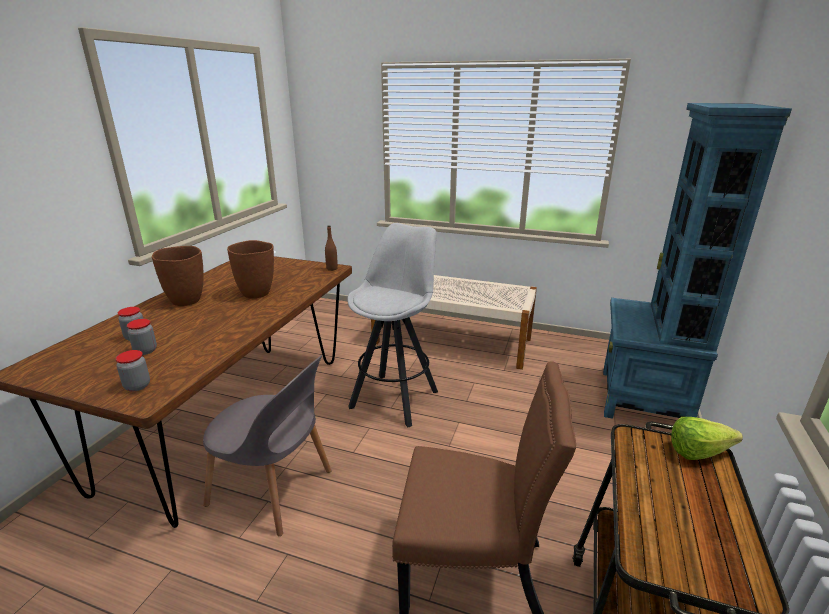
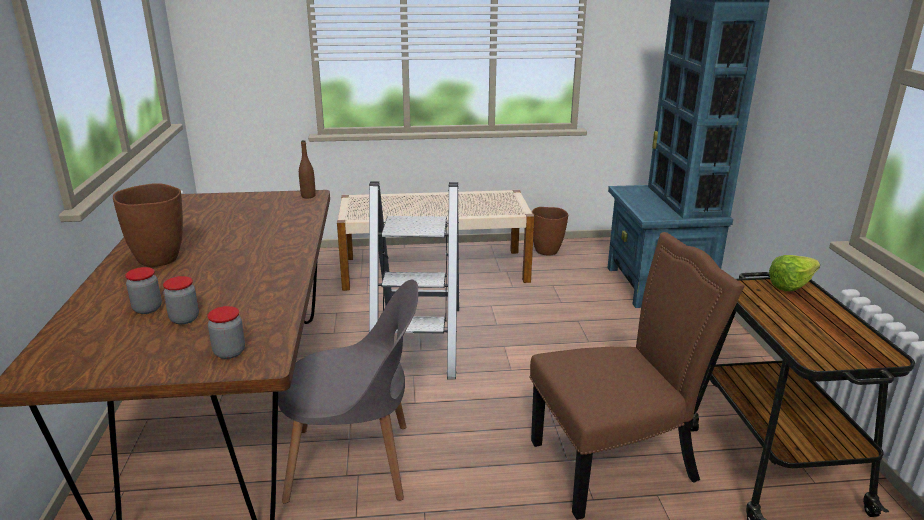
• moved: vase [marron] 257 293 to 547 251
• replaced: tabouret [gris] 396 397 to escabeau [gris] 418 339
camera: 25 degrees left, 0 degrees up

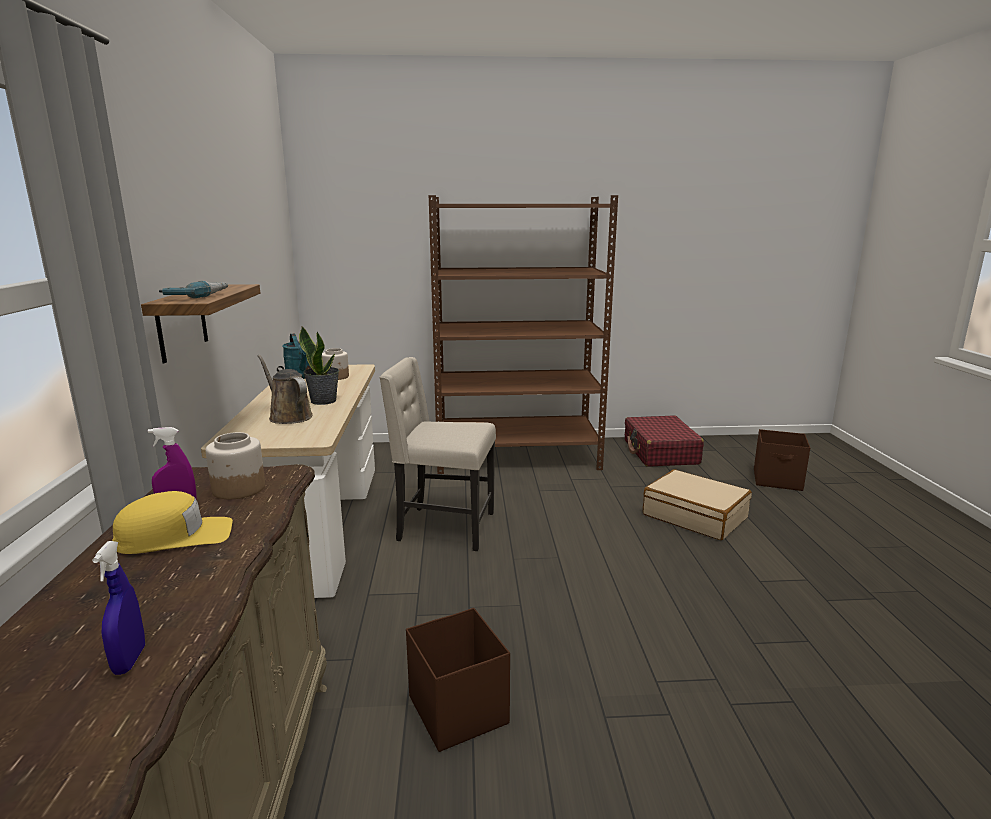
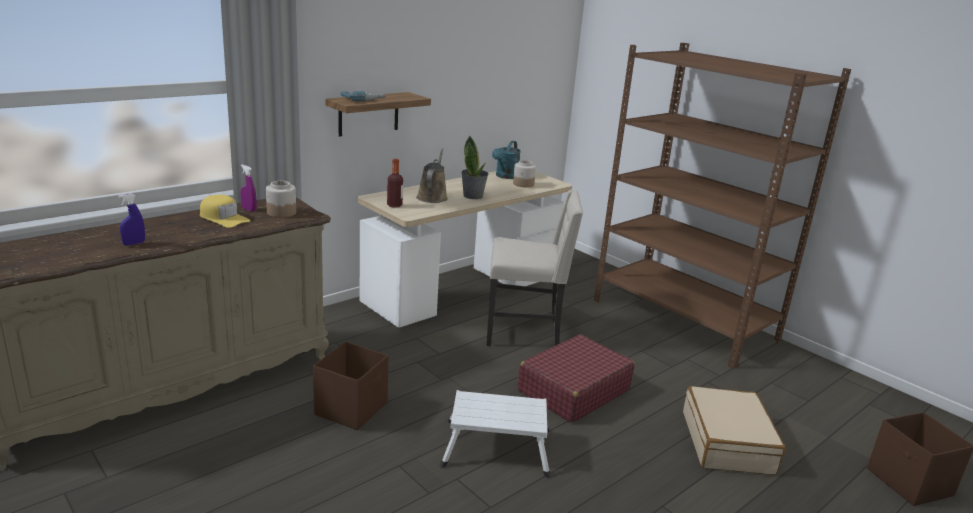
• added: bouteille 394 205
• added: escabeau [blanc] 497 448
• moved: valise [rouge] 660 452 to 573 390
• turned: chaise [beige] 444 527 = 524 332 120 degrees clockwise
camera: 50 degrees right, 5 degrees up

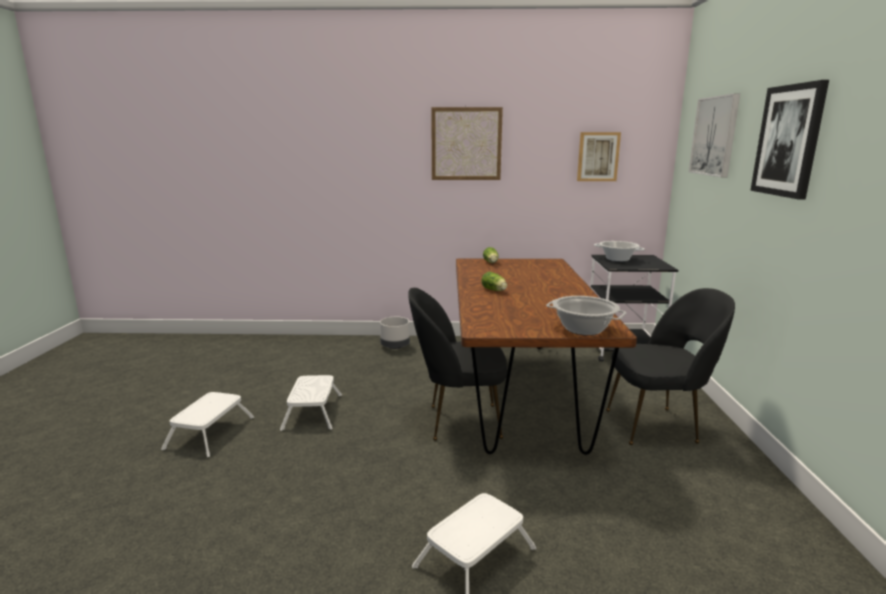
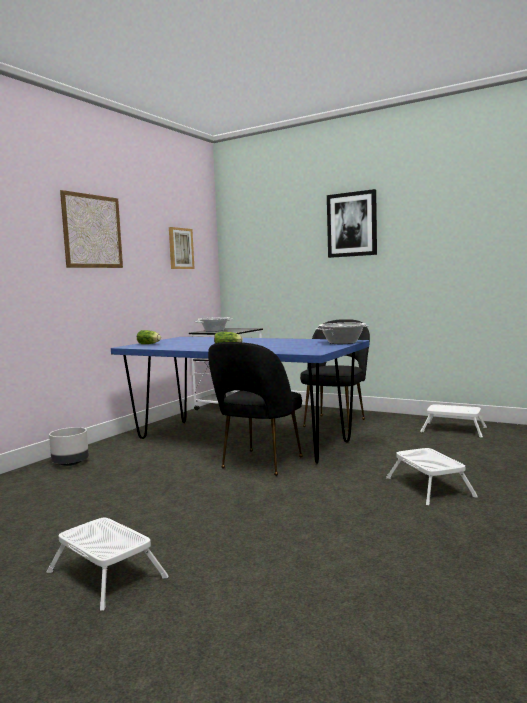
• removed: tableau 715 136
• moved: escabeau [blanc] 313 411 to 453 429
• recoloured: table à manger [marron] 521 391 to table à manger [bleu] 242 440
camera: 60 degrees left, 10 degrees down

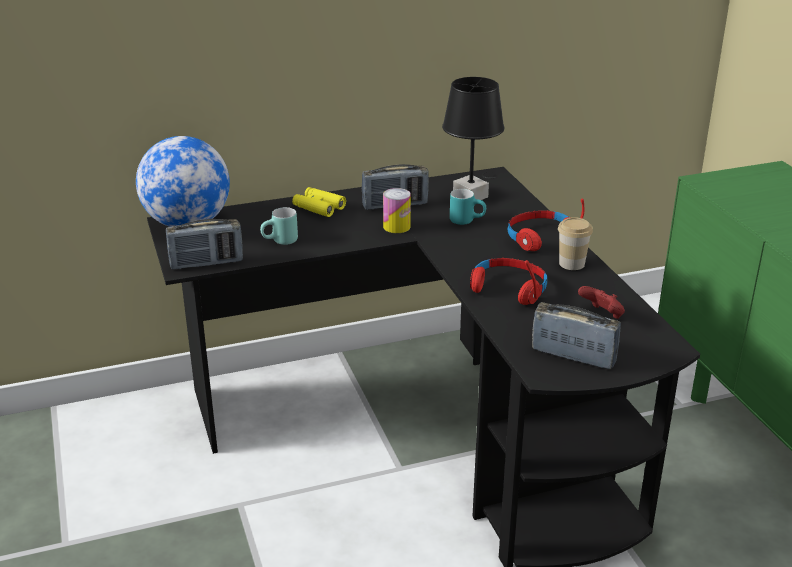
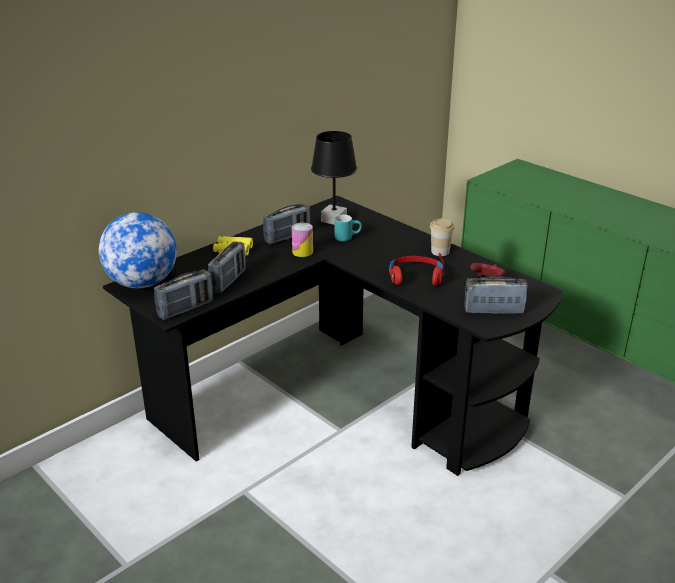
• removed: casque audio [rouge] 540 238
• replaced: mug [turquoise] 280 242 to radio 228 281
camera: 25 degrees left, 0 degrees up

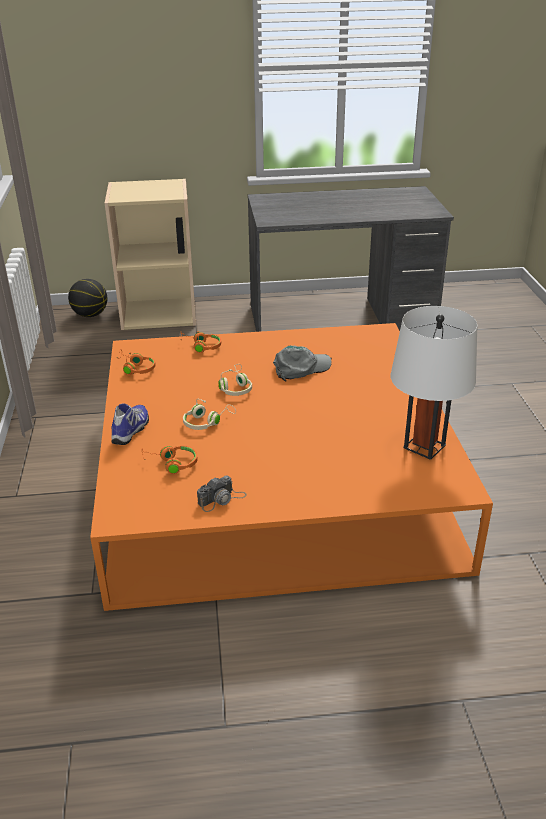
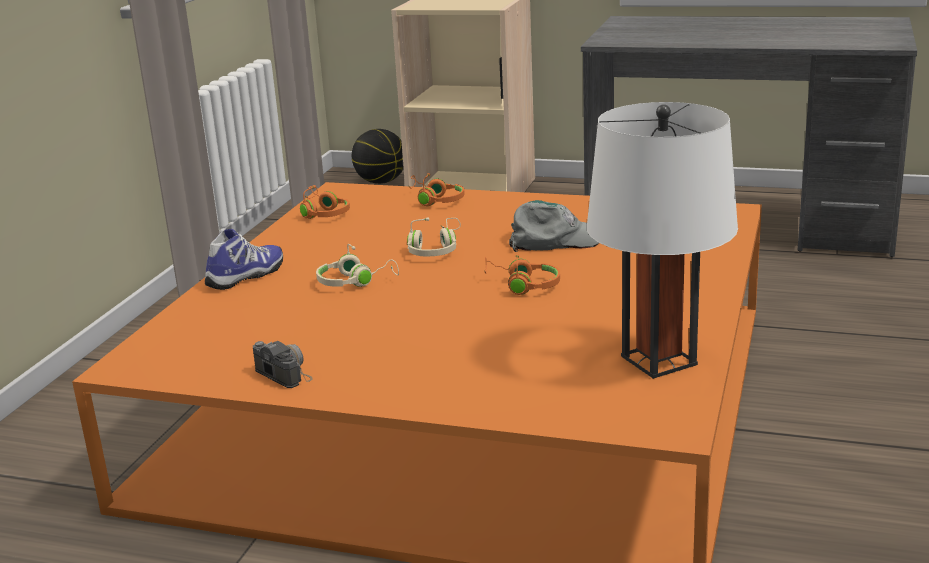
• moved: casque audio [orange] 171 464 to 522 285
• turned: appareil photo 222 499 = 282 371 120 degrees counterclockwise
camera: 25 degrees right, 10 degrees down

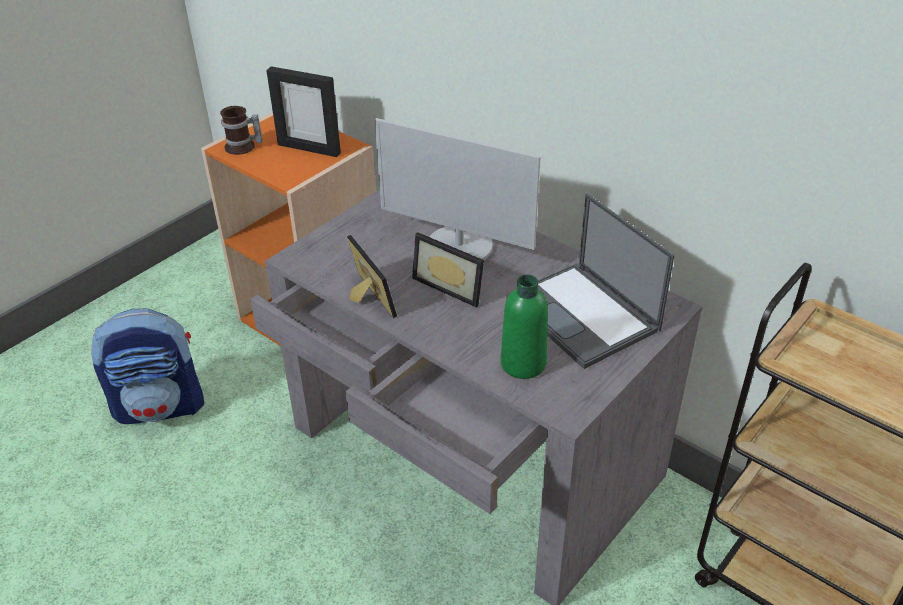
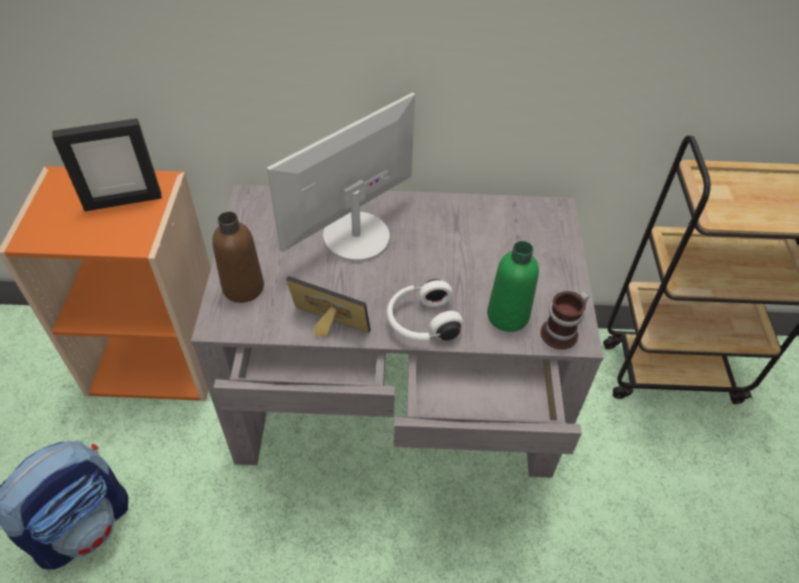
• removed: cadre photo 452 285
• removed: ordinateur portable 584 315
• added: bouteille [marron] 243 287
• added: casque audio [blanc] 421 322
• moved: mug 243 147 to 563 333
• turned: écran d'ordinateur 459 248 = 355 236 150 degrees clockwise
camera: 40 degrees left, 10 degrees up

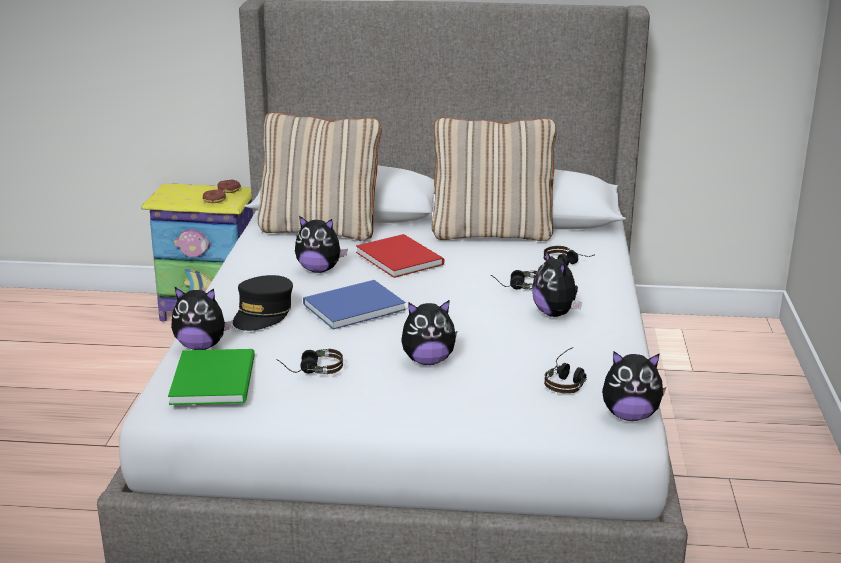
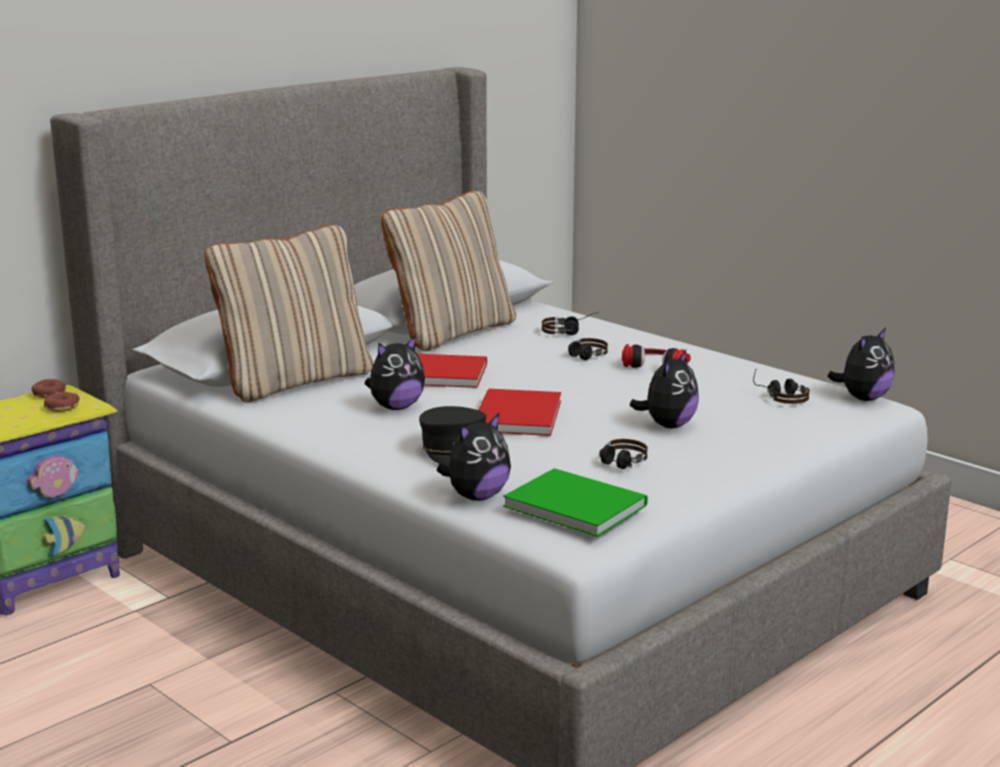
• replaced: peluche 555 313 to casque audio 657 363
• recoloured: livre [bleu] 350 307 to livre [rouge] 514 417
camera: 50 degrees left, 5 degrees down

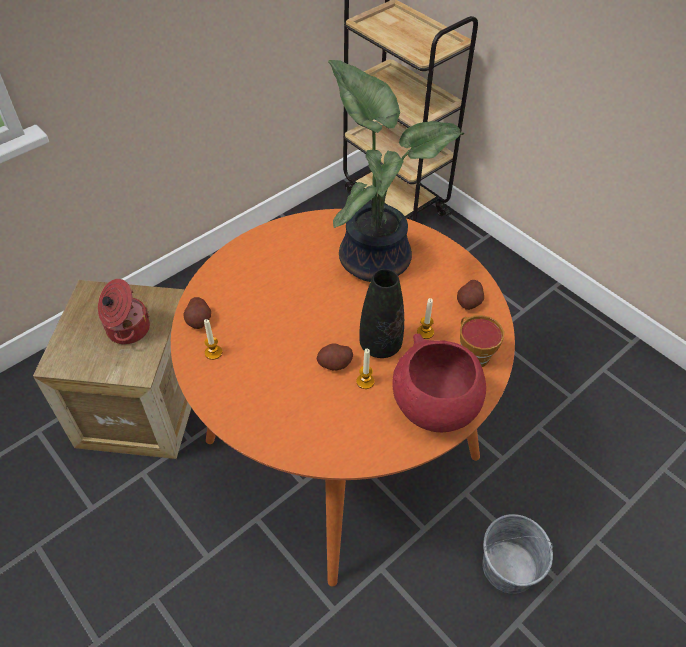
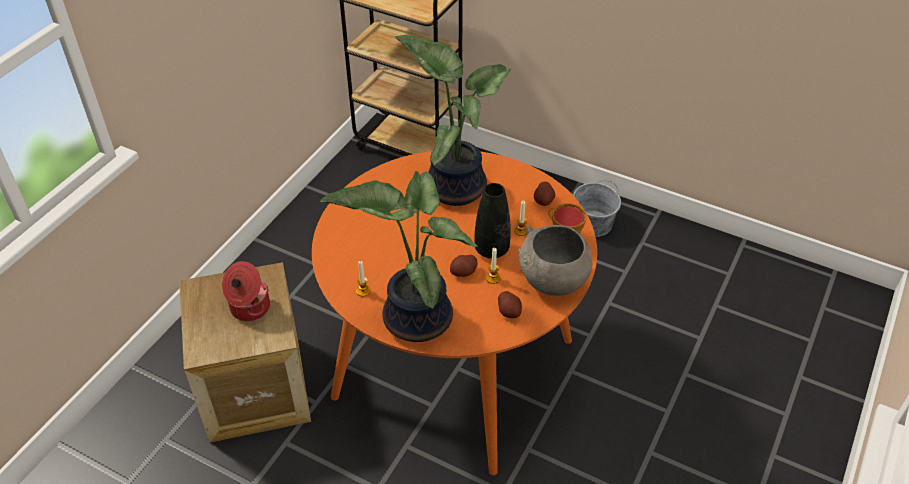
• added: plante en pot 414 317
• moved: pomme de terre 199 320 to 509 311
• moved: seau [gris] 509 567 to 593 224
• recoloured: bol [rouge] 434 409 to bol [gris] 553 282
camera: 20 degrees left, 5 degrees down

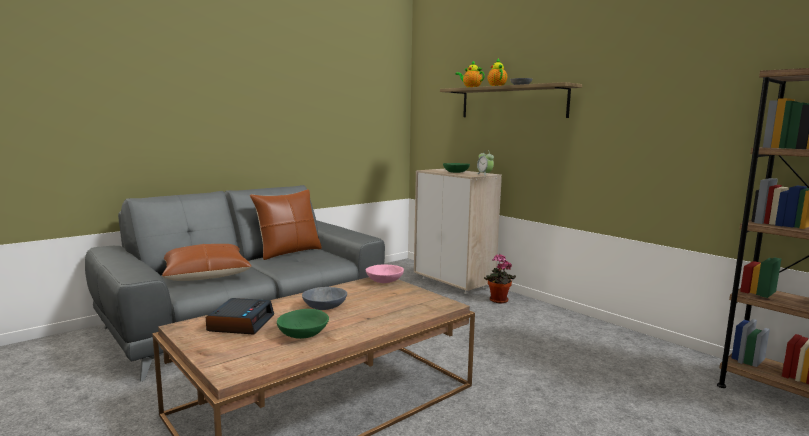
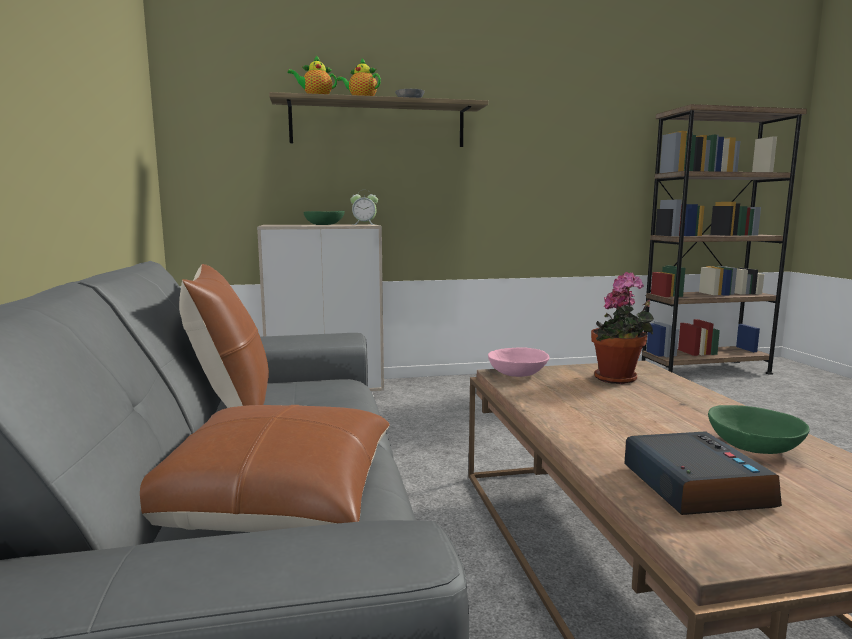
• removed: bol [gris] 324 307
• moved: plante en pot 498 301 to 618 379
• turned: réveil 241 323 = 693 486 45 degrees clockwise
camera: 60 degrees left, 0 degrees up

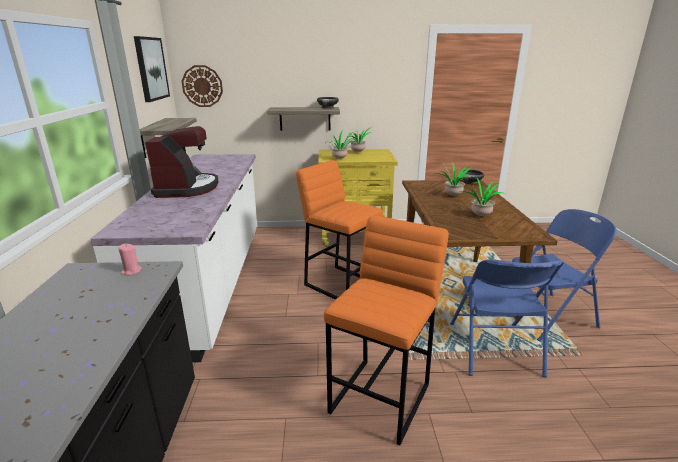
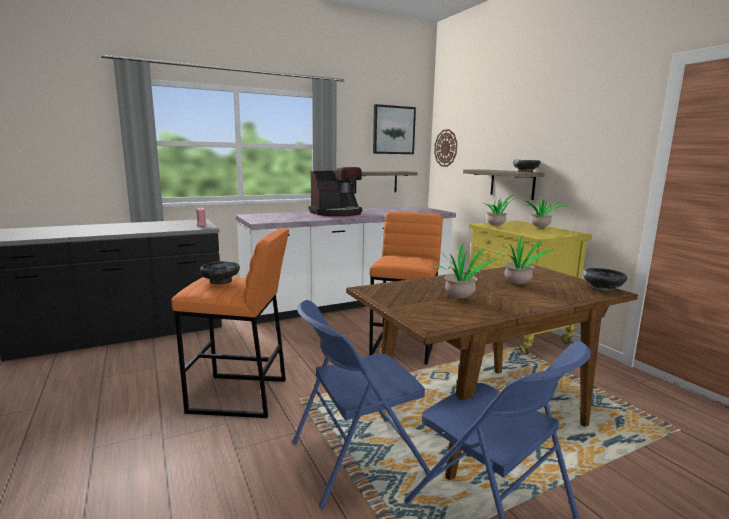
• added: bol [noir] 220 281
camera: 65 degrees right, 10 degrees down

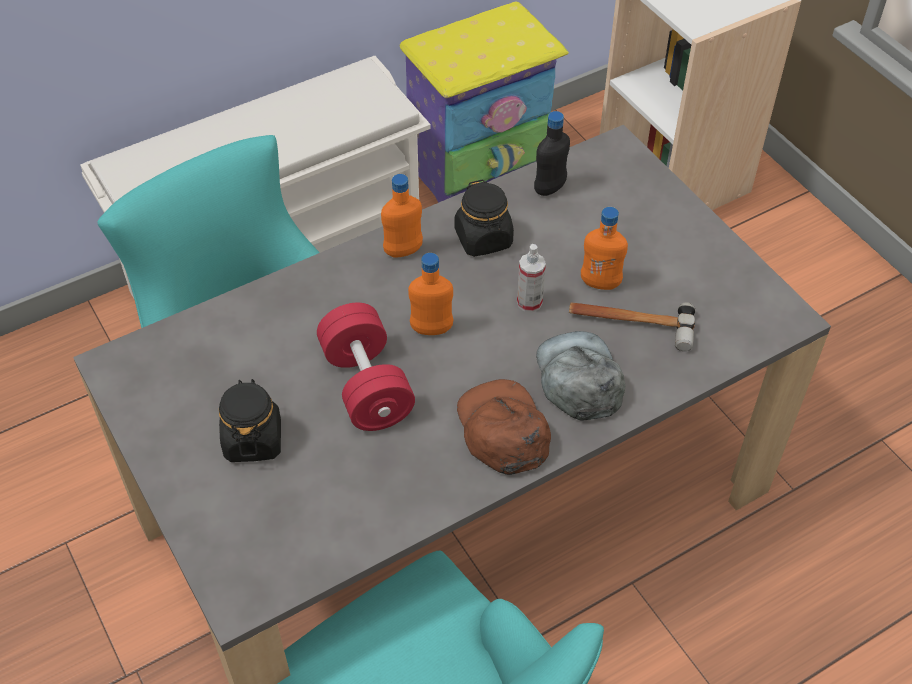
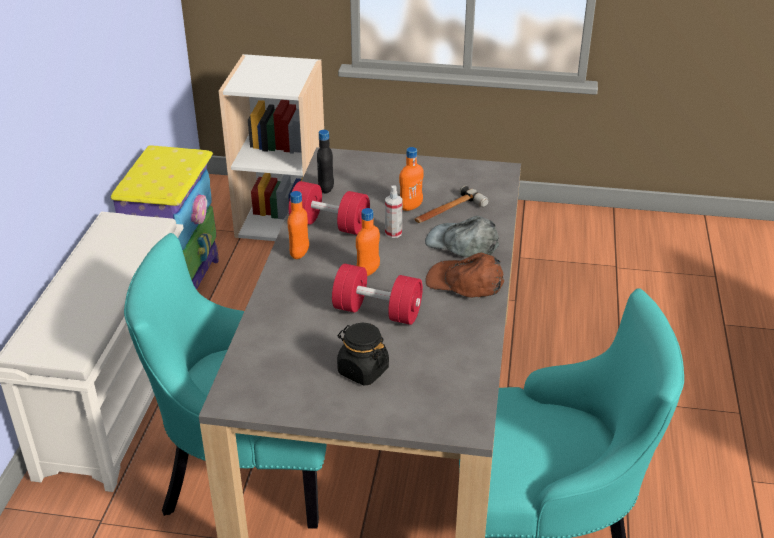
• replaced: bocal [noir] 483 239 to haltère [rouge] 330 225
camera: 50 degrees left, 15 degrees down

